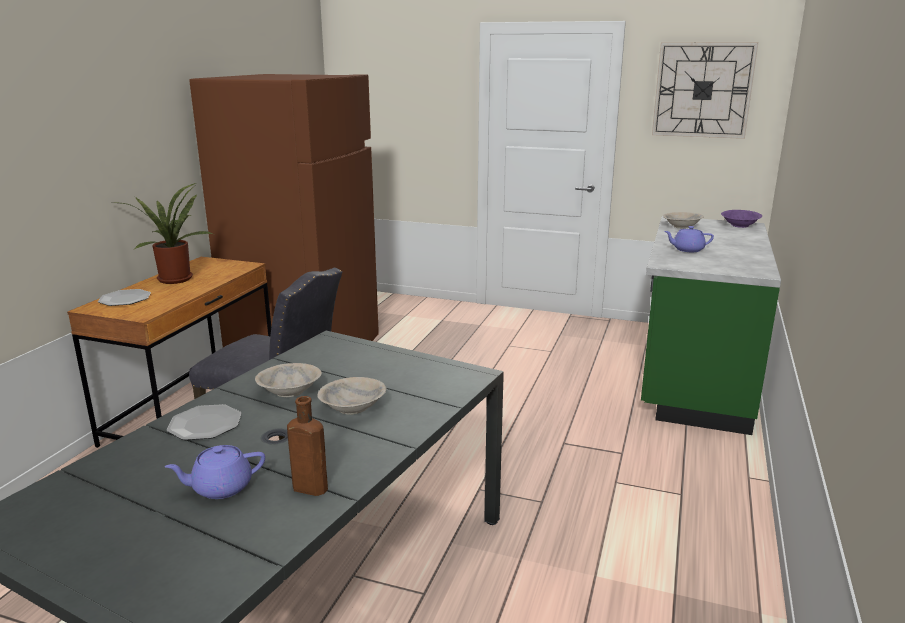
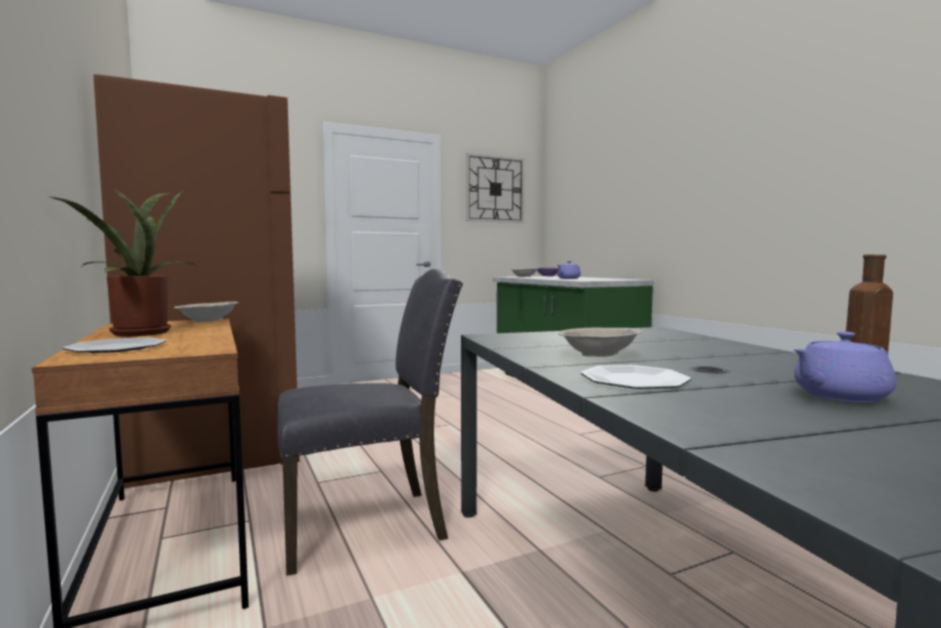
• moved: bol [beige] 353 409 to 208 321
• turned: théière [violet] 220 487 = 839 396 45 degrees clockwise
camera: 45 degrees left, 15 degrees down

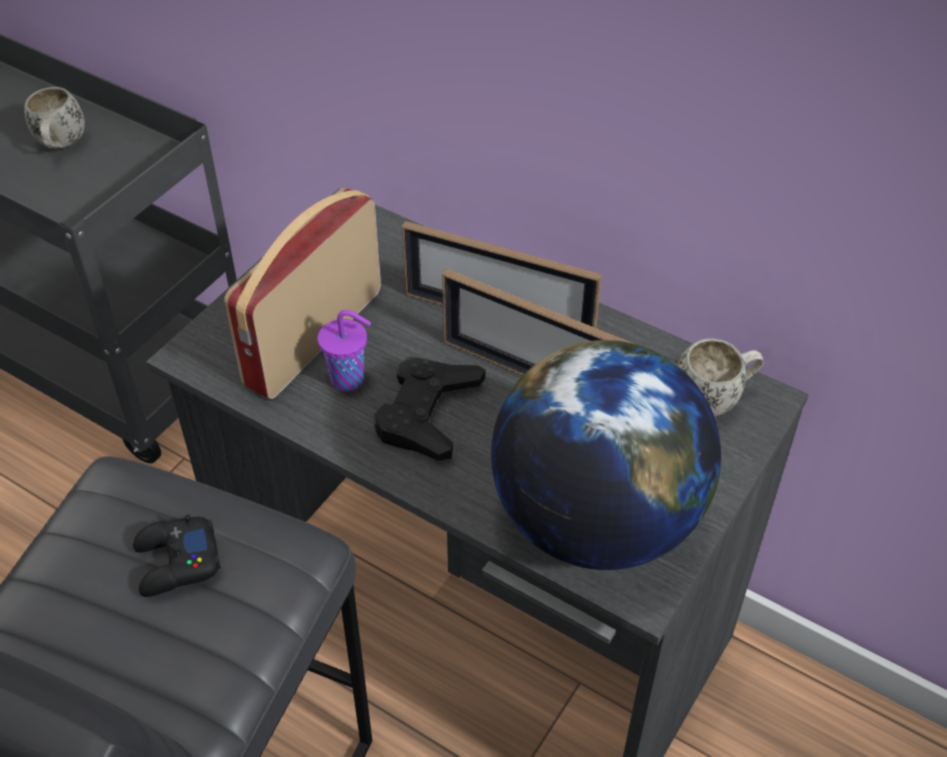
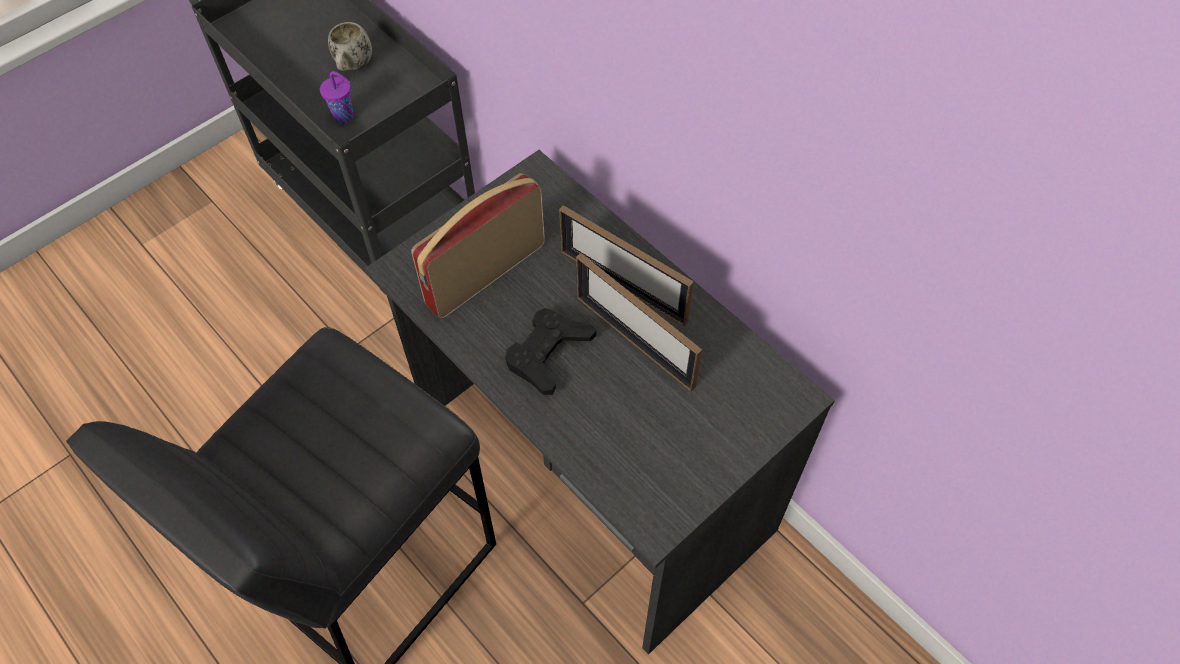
• removed: manette [noir] 176 563
• removed: globe 596 520
• removed: mug [blanc] 714 398
• moved: tasse [violet] 349 379 to 345 116
camera: 15 degrees right, 10 degrees up

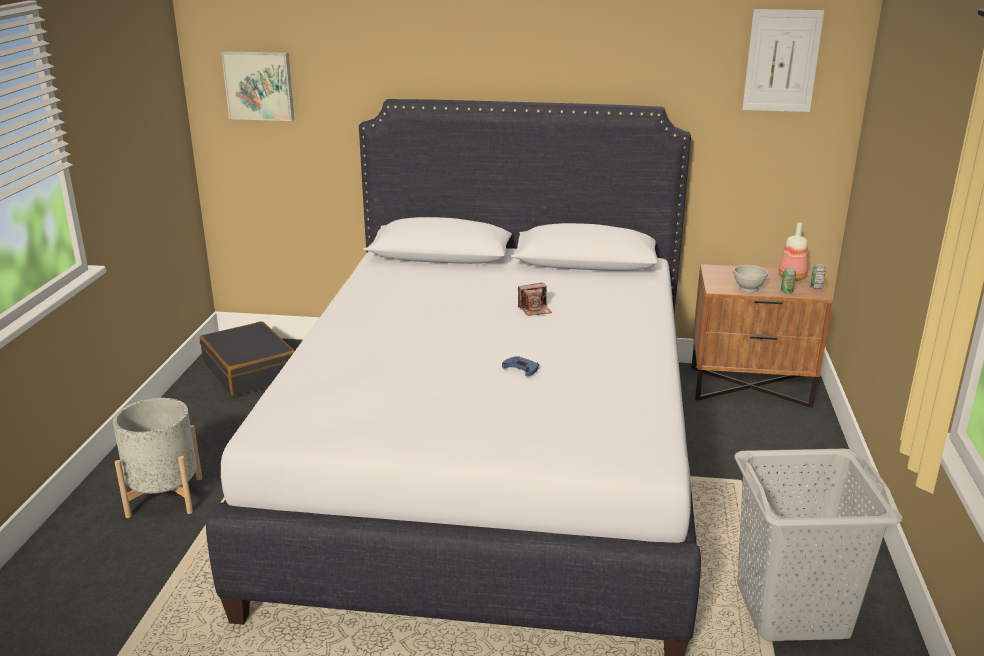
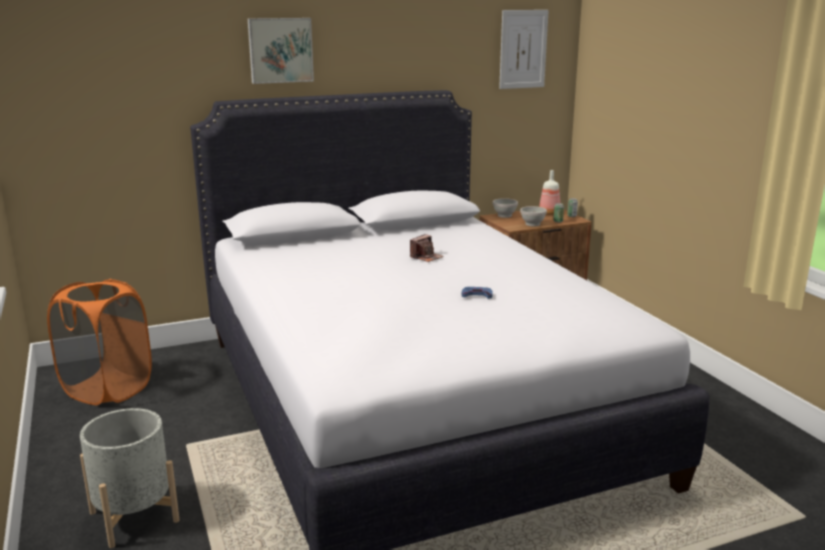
• removed: panier à linge [gris] 793 610
• added: bol [blanc] 504 215
• moved: tableau 259 85 to 280 50
• replaced: valise [noir] 250 371 to panier à linge [orange] 107 389
camera: 30 degrees left, 5 degrees down

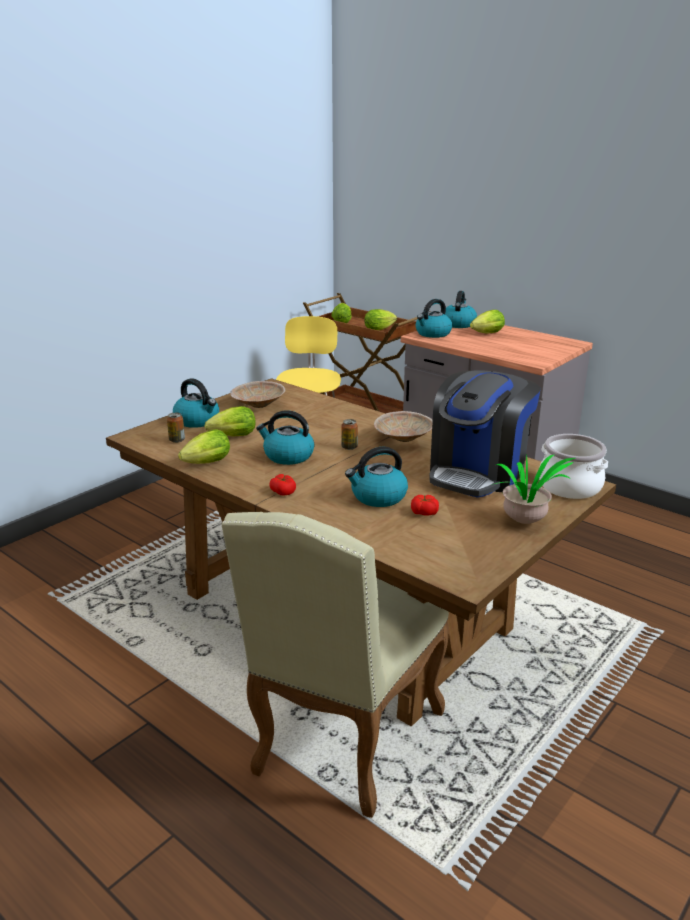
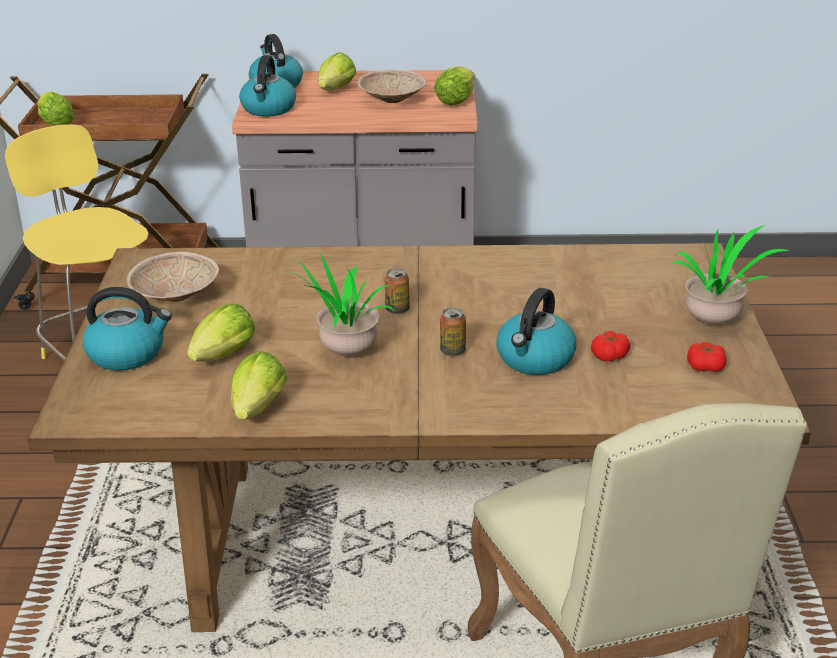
• removed: machine à café 478 473
• removed: marmite 569 487
• moved: boîte métallique 177 440 to 452 351
• moved: tomate 283 491 to 705 367
• moved: laitue 380 329 to 457 100
• moved: bol [beige] 403 439 to 392 101
• replaced: bouilloire 287 456 to plante en pot 344 353
camera: 40 degrees left, 5 degrees up

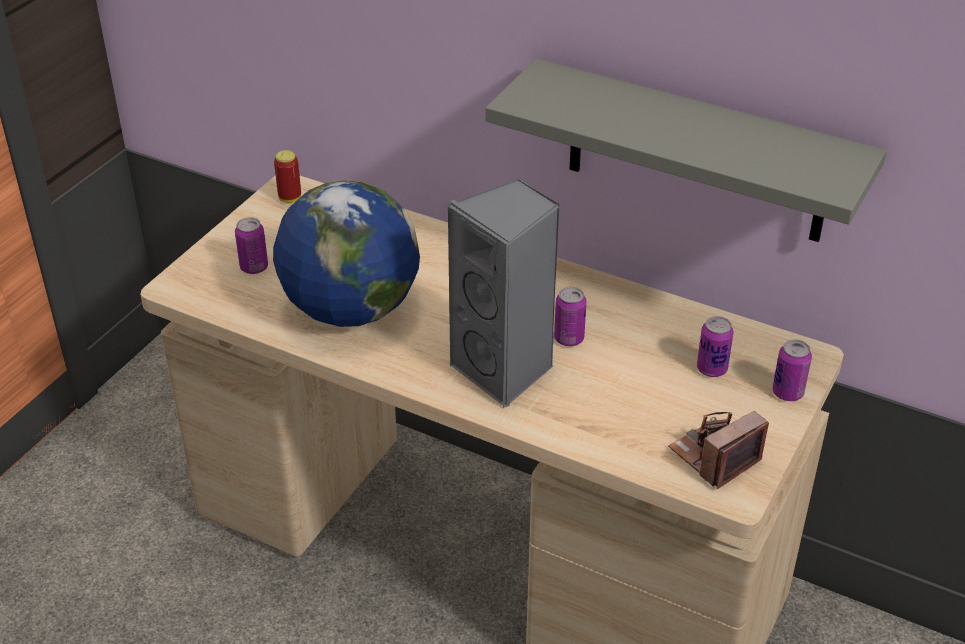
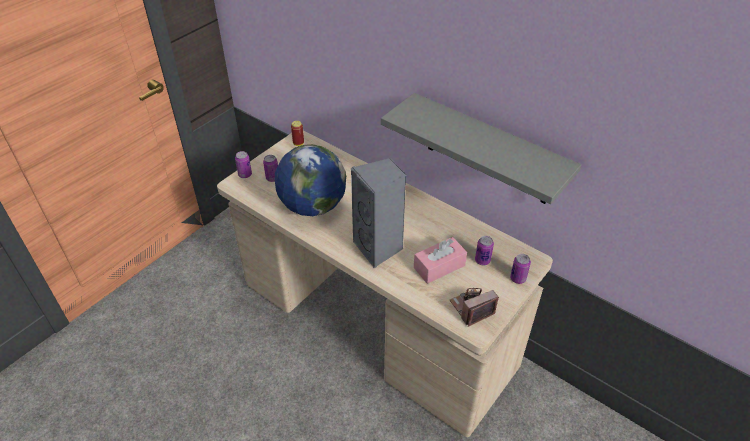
• added: boîte à mouchoirs [rose] 439 266
• moved: boîte métallique 569 339 to 245 174
camera: 10 degrees right, 5 degrees up

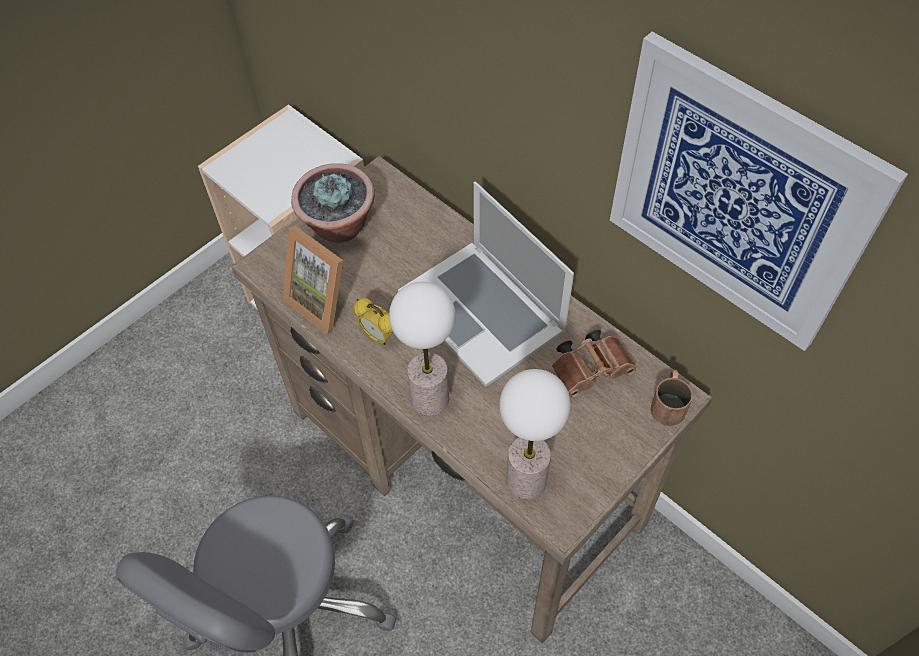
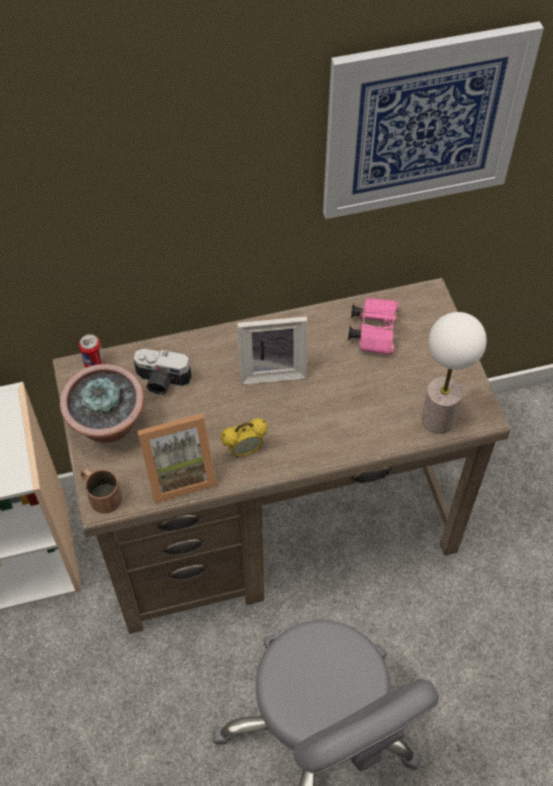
• removed: lampe de table 429 399
• added: boîte métallique 94 364
• added: appareil photo 162 381
• moved: mug [marron] 668 402 to 100 494
• replaced: ordinateur portable 482 311 to cadre photo 272 369
• recoloured: jumelles [marron] 592 369 to jumelles [rose] 374 330
camera: 60 degrees left, 0 degrees up

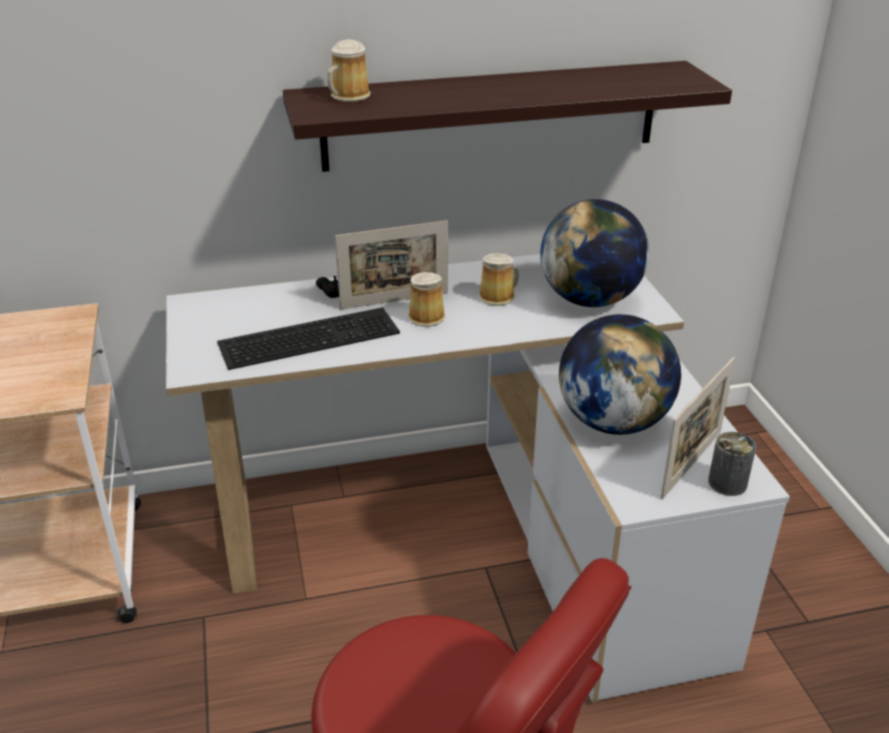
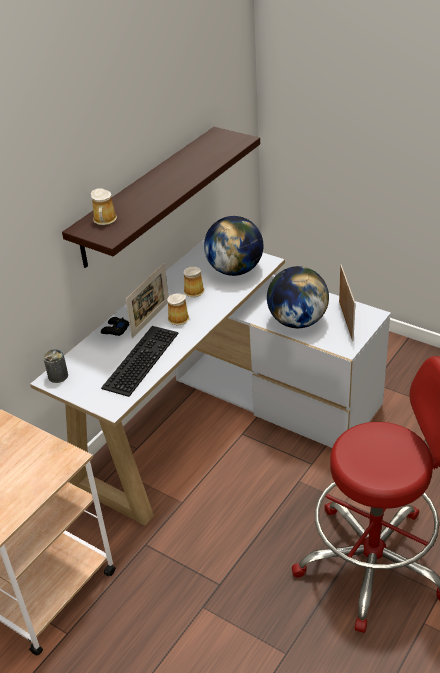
• moved: boîte métallique 727 483 to 58 376
camera: 40 degrees left, 5 degrees up

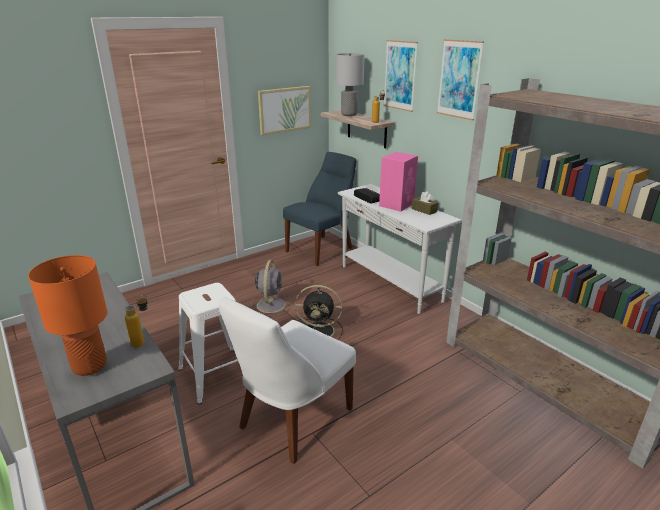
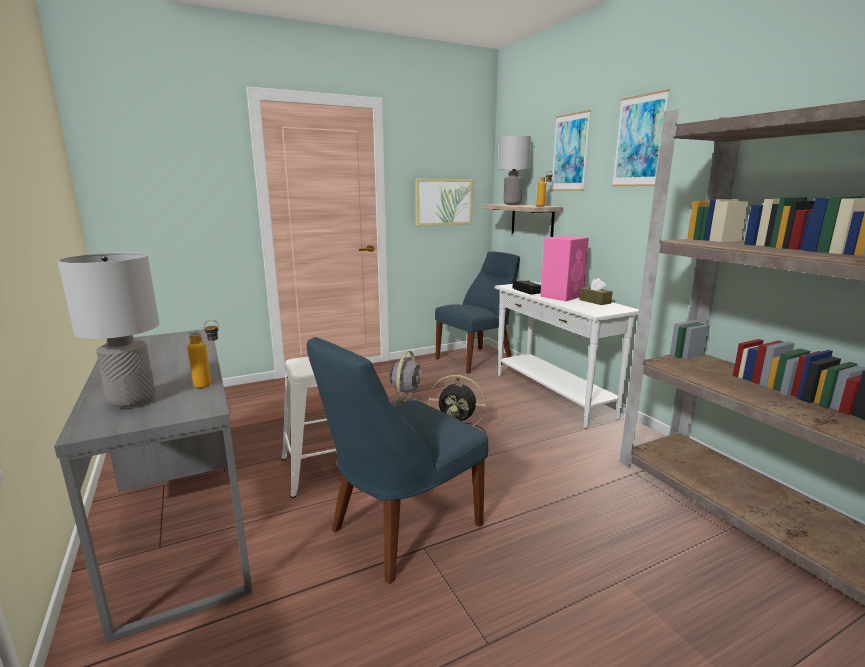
• recoloured: lampe de table [orange] 90 368 to lampe de table [gris] 131 402
• recoloured: chaise [blanc] 292 420 to chaise [bleu] 400 529
camera: 10 degrees right, 10 degrees down

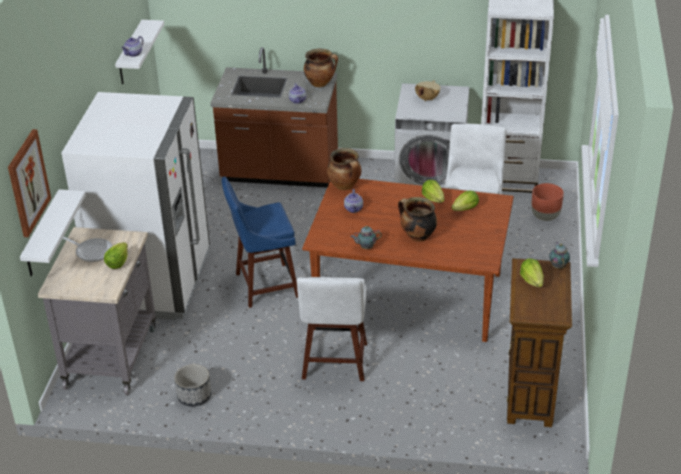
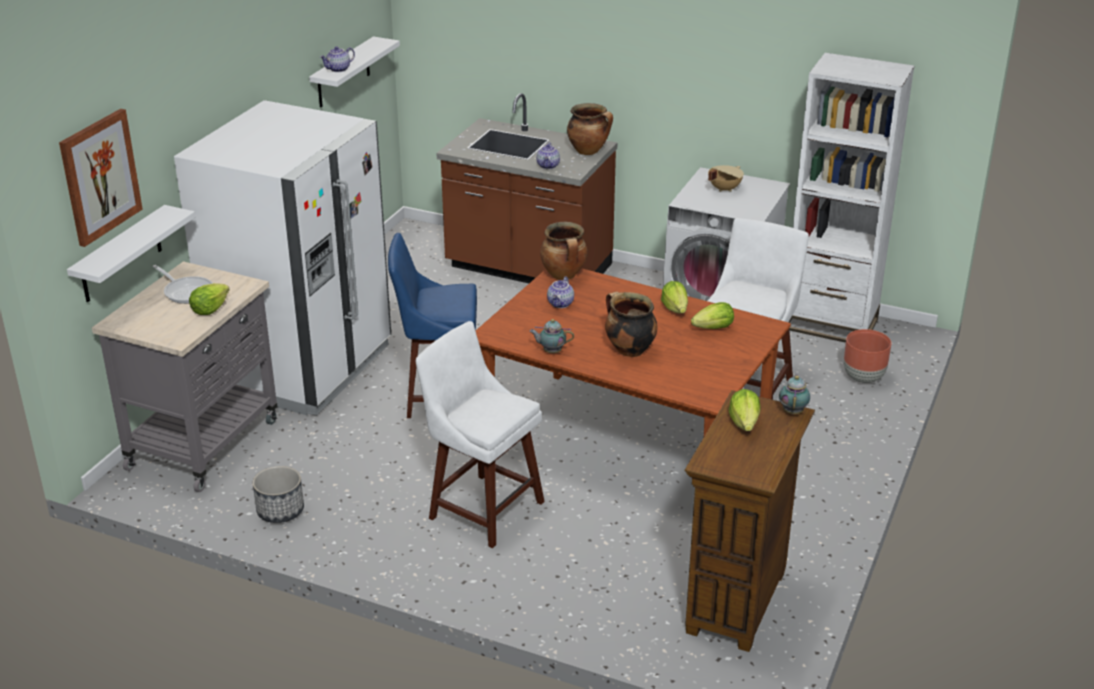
• turned: chaise [blanc] 334 364 = 482 507 105 degrees clockwise
camera: 15 degrees right, 5 degrees down

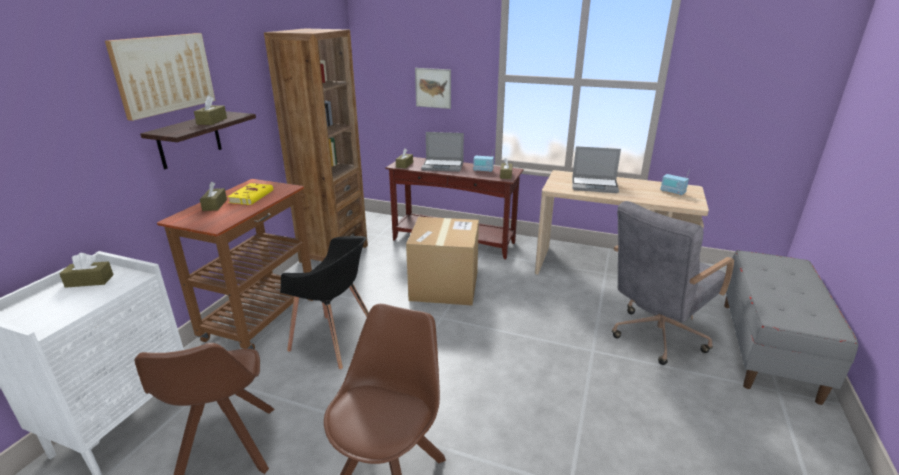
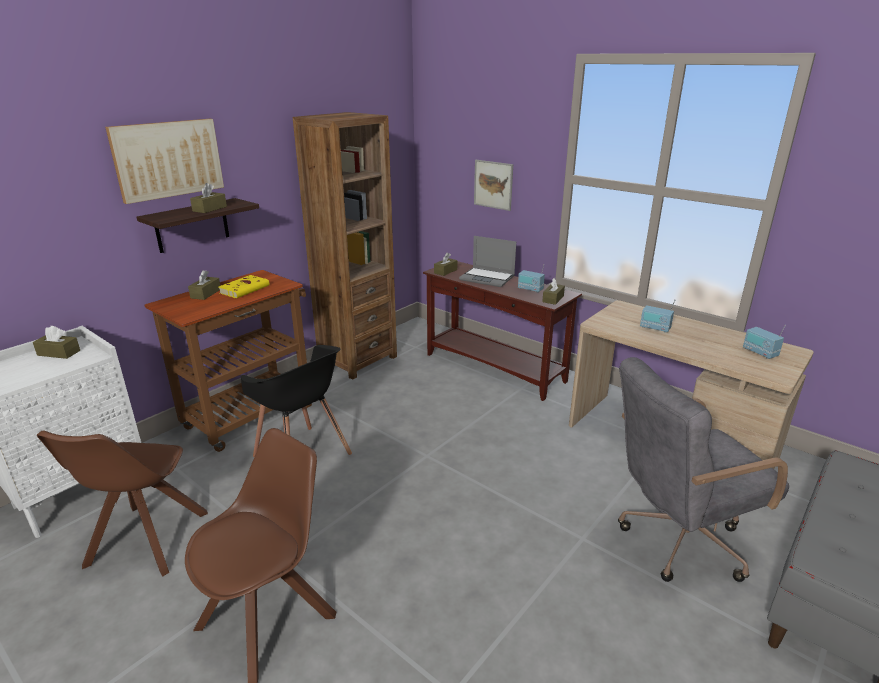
• removed: carton 444 286
• replaced: ordinateur portable 595 186 to radio 655 328
camera: 20 degrees right, 0 degrees up

